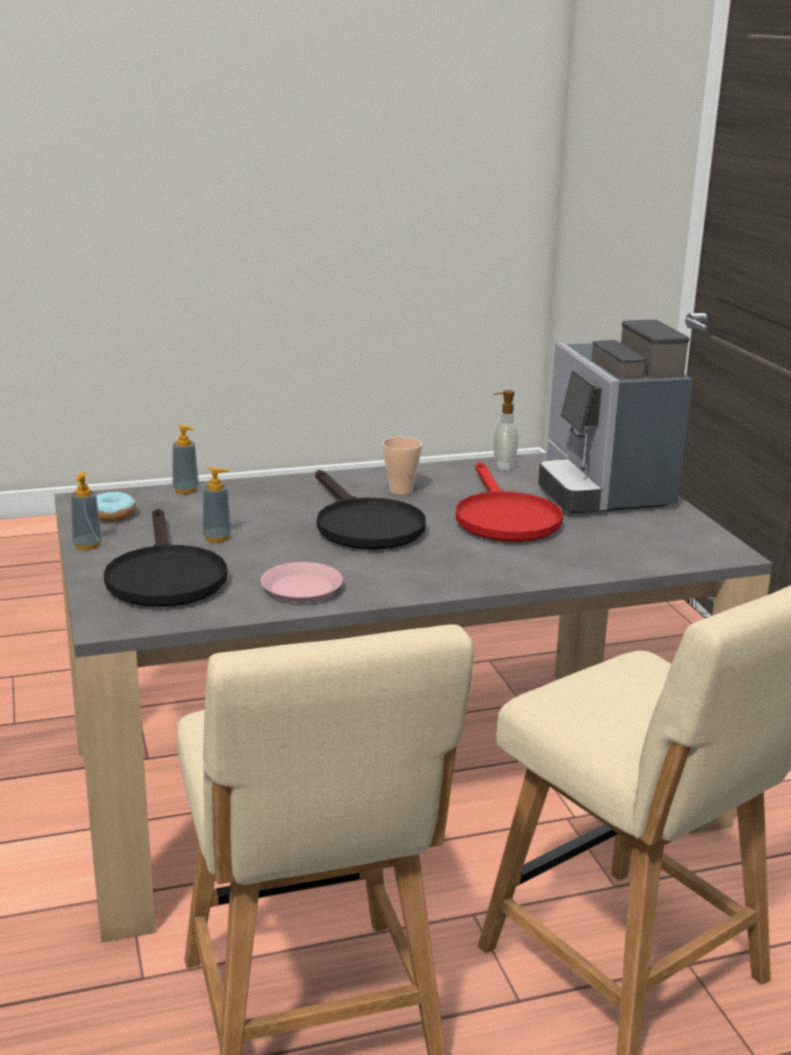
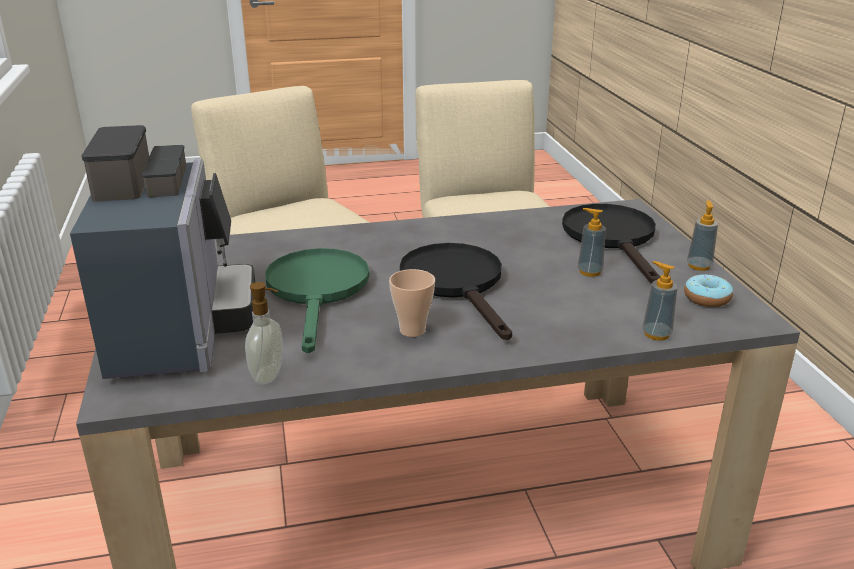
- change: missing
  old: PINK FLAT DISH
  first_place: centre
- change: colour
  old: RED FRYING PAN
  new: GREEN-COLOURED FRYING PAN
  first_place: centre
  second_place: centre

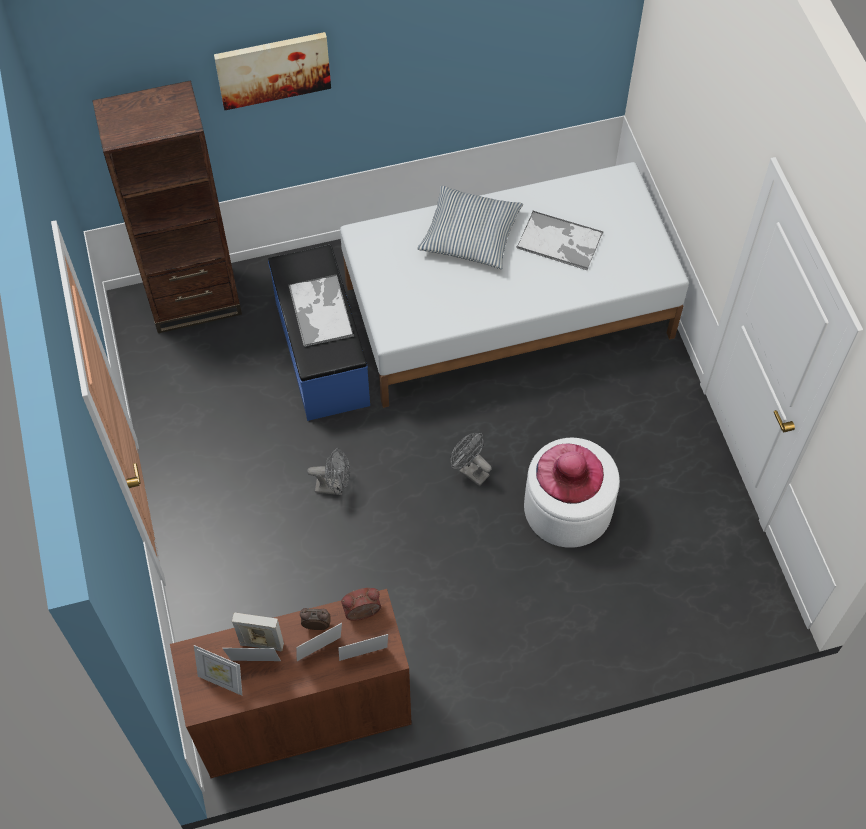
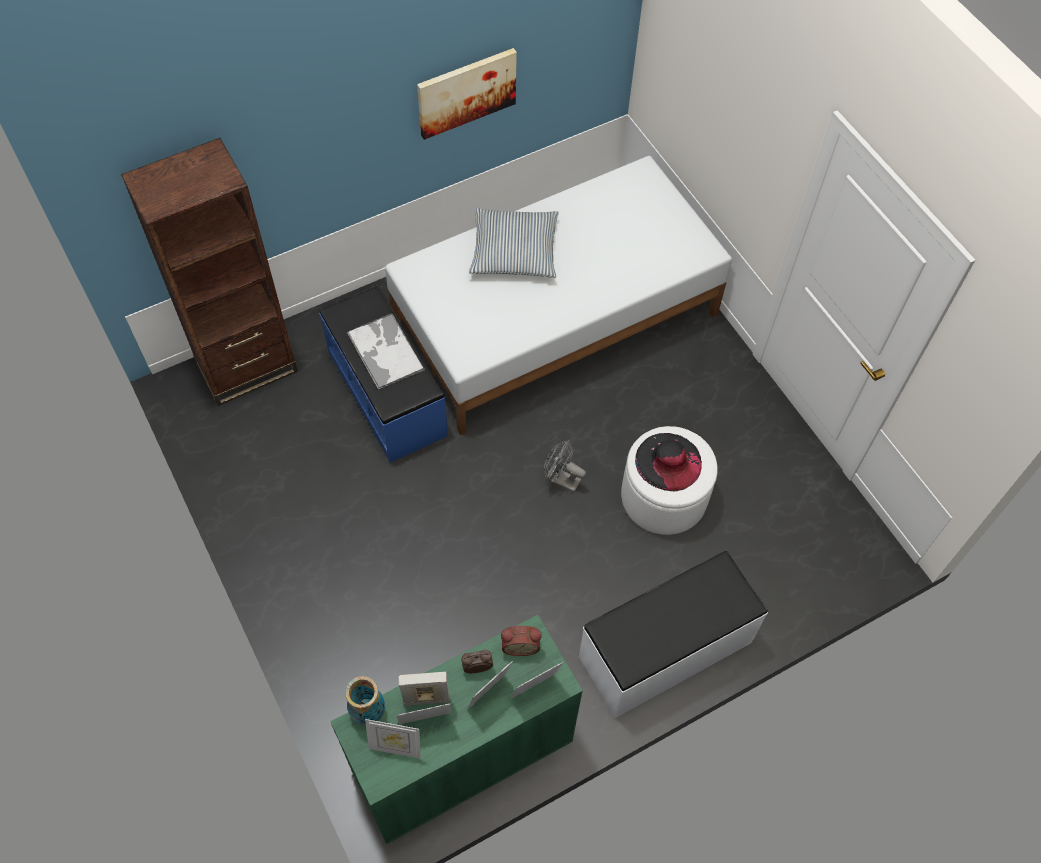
- change: missing
  old: GREYISH FAN (no. 1 from left)
  first_place: centre
- change: missing
  old: TRAY (no. 2 from left)
  first_place: top centre
- change: appeared
  new: VASE
  second_place: bottom centre
- change: appeared
  new: WHITE INDOOR BENCH
  second_place: bottom centre
- change: relocated
  old: WALL PICTURE
  first_place: top left
  second_place: top centre
- change: colour
  old: BROWNISH CUPBOARD
  new: GREEN-COLOURED CUPBOARD
  first_place: bottom centre
  second_place: bottom centre
- change: colour
  old: PINK WEARABLE HAT
  new: BLACK-COLOURED WEARABLE HAT
  first_place: centre
  second_place: centre
- change: spun
  old: ALARM CLOCK (no. 2 from left)
  first_place: bottom centre
  second_place: bottom centre
  degrees: -150

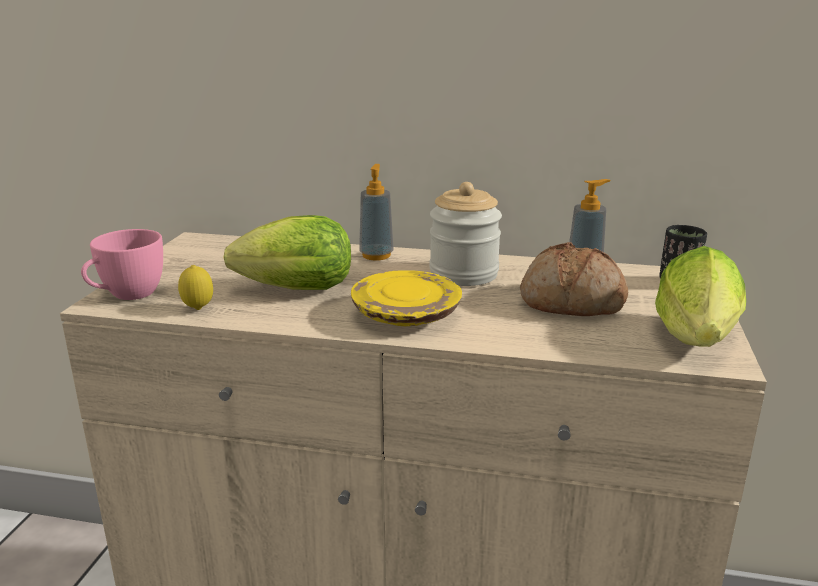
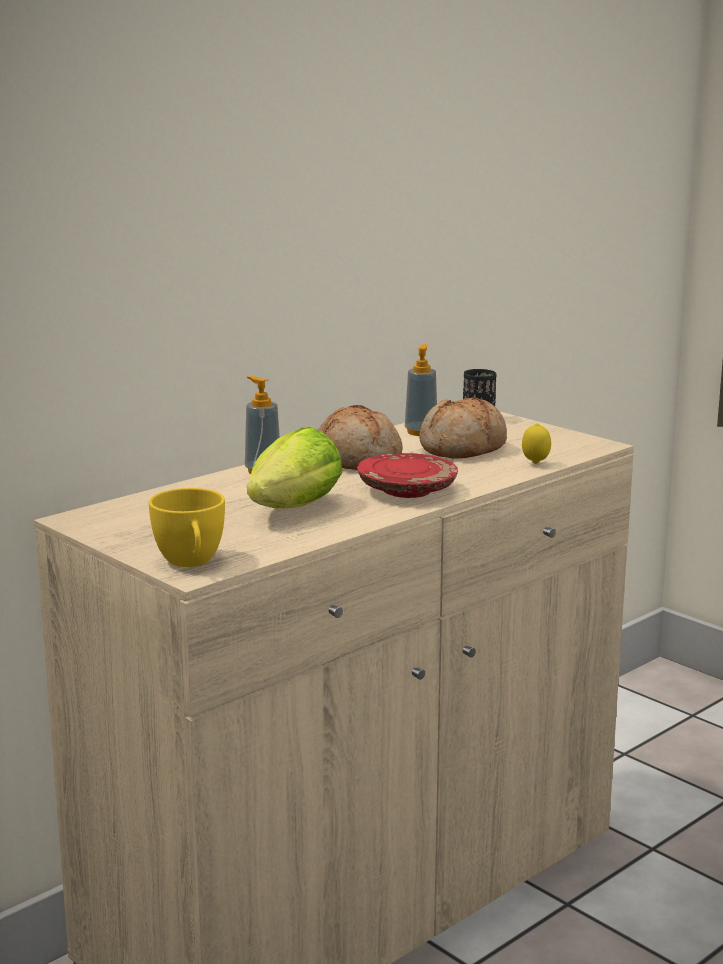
- change: missing
  old: LETTUCE HEAD (no. 2 from left)
  first_place: middle right
- change: relocated
  old: CITRUS FRUIT
  first_place: middle left
  second_place: middle right
- change: exchanged
  old: STORAGE JAR
  new: BREAD (no. 1 from left)
  first_place: centre
  second_place: centre
- change: colour
  old: PINK DRINKING CUP
  new: YELLOW-COLOURED DRINKING CUP
  first_place: middle left
  second_place: middle left
- change: colour
  old: YELLOW-COLOURED FLAT DISH
  new: RED FLAT DISH
  first_place: centre
  second_place: centre

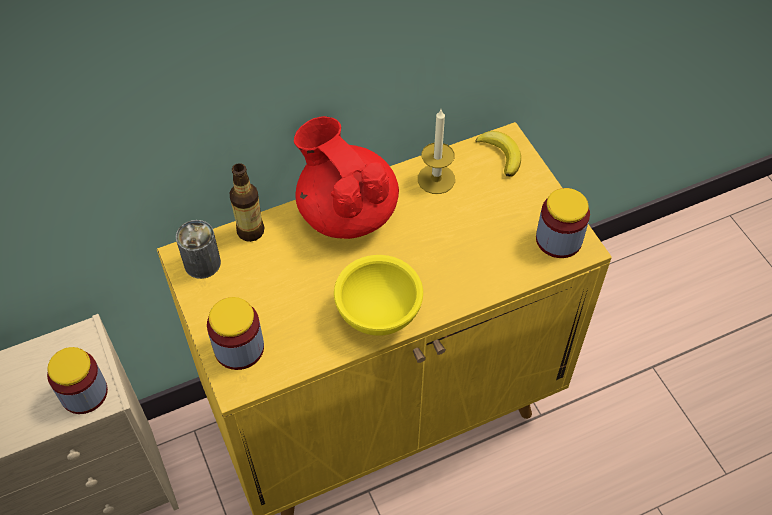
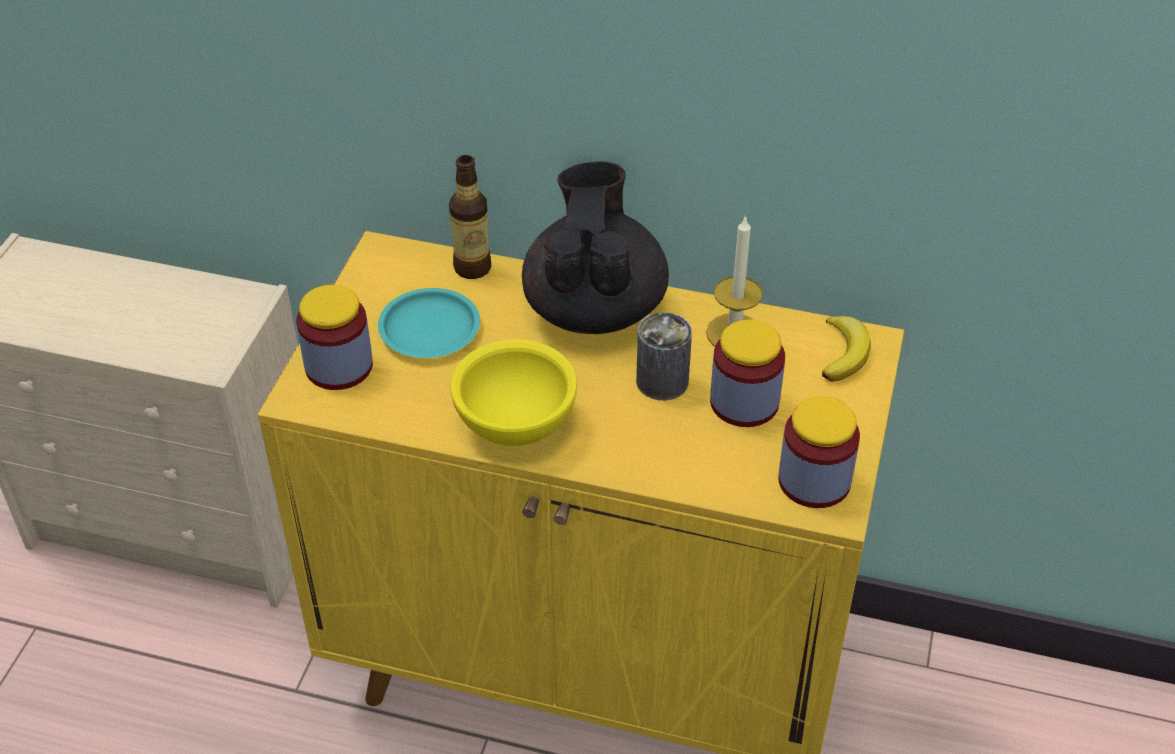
- change: appeared
  new: TURQUOISE FLAT DISH
  second_place: centre
- change: relocated
  old: STORAGE JAR (no. 1 from left in the first image)
  new: STORAGE JAR (no. 2 from left)
  first_place: bottom left
  second_place: centre
- change: relocated
  old: CAN
  first_place: middle left
  second_place: centre
- change: colour
  old: RED TEA POT
  new: BLACK-COLOURED TEA POT
  first_place: centre
  second_place: top centre

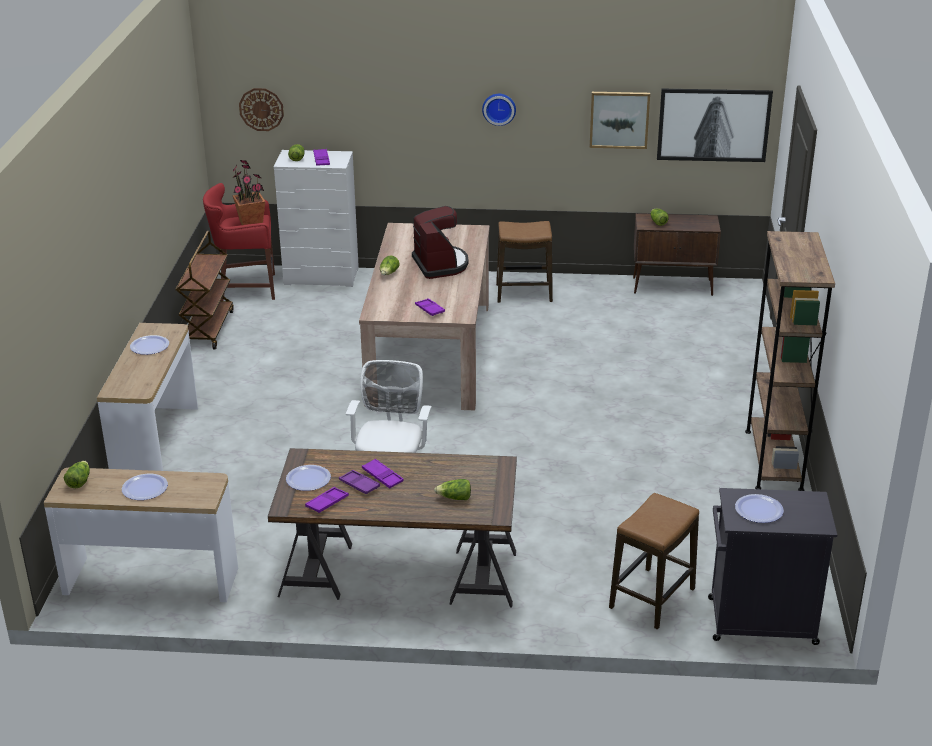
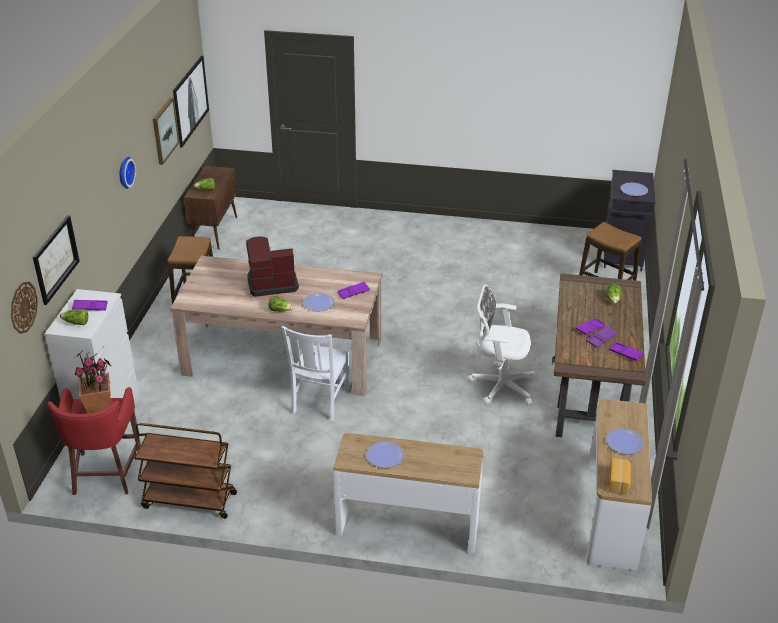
- change: missing
  old: BROWNISH BOOKSHELF
  first_place: middle right
- change: appeared
  new: WALL PICTURE (no. 1 from left)
  second_place: middle left
- change: appeared
  new: WHITE UPRIGHT CHAIR
  second_place: centre
- change: relocated
  old: FLAT DISH (no. 3 from left in the first image)
  new: FLAT DISH (no. 1 from left)
  first_place: middle left
  second_place: centre
- change: exchanged
  old: LETTUCE HEAD (no. 1 from left)
  new: BREAD
  first_place: middle left
  second_place: bottom right

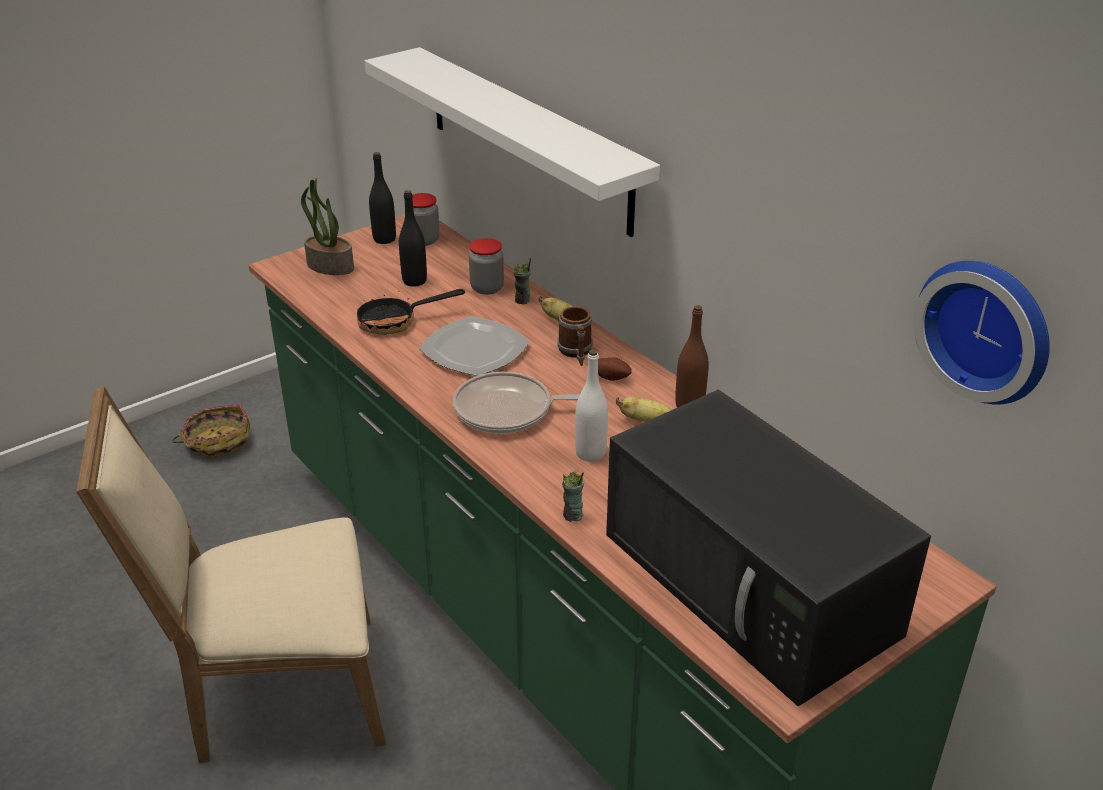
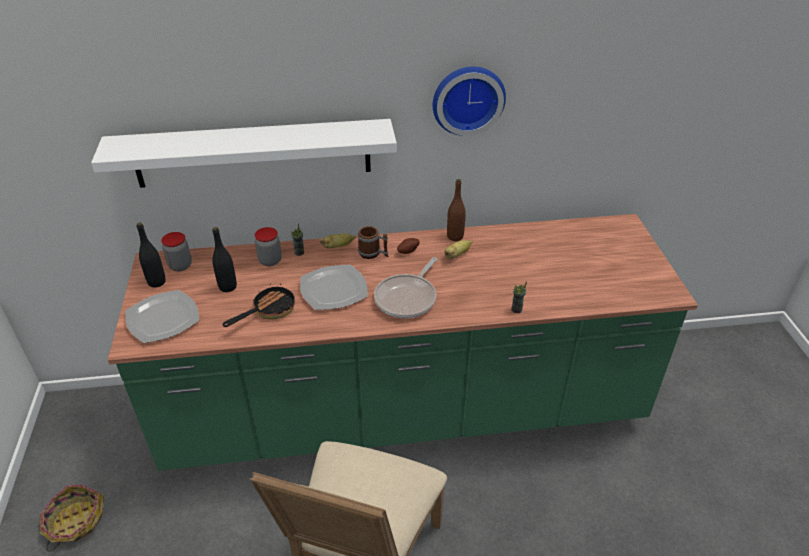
- change: missing
  old: WHITE BOTTLE
  first_place: centre
- change: missing
  old: BLACK-COLOURED MICROWAVE OVEN
  first_place: bottom right
- change: relocated
  old: WALL CLOCK
  first_place: middle right
  second_place: top centre
- change: exchanged
  old: POTTED PLANT
  new: FLAT DISH (no. 1 from left)
  first_place: top left
  second_place: middle left
- change: spun
  old: FRYING PAN (no. 1 from left)
  first_place: centre
  second_place: middle left
  degrees: -150

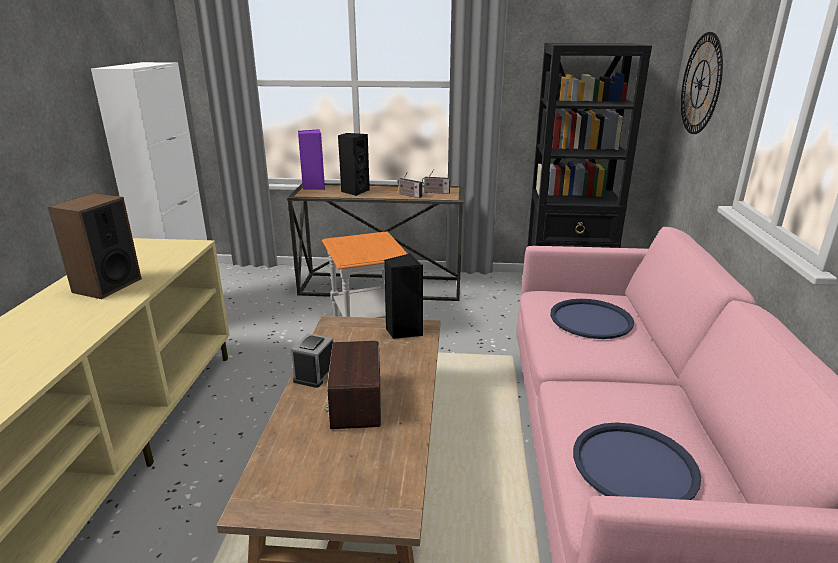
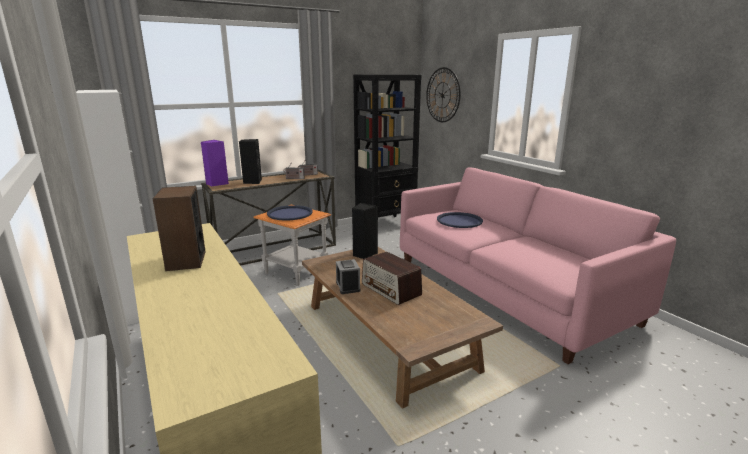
- change: relocated
  old: BLUE-COLOURED TRAY (no. 2 from left in the first image)
  new: BLUE-COLOURED TRAY (no. 1 from left)
  first_place: bottom right
  second_place: centre

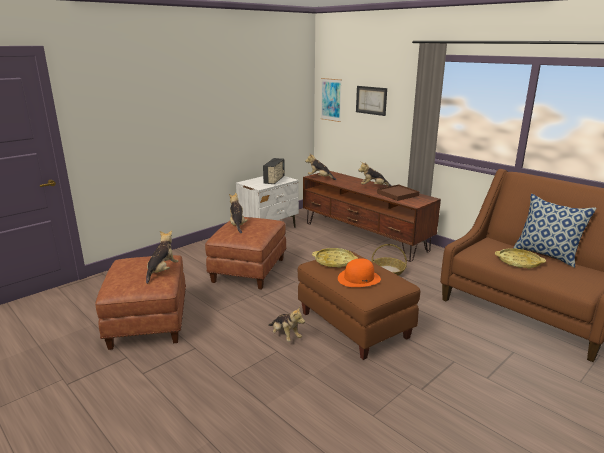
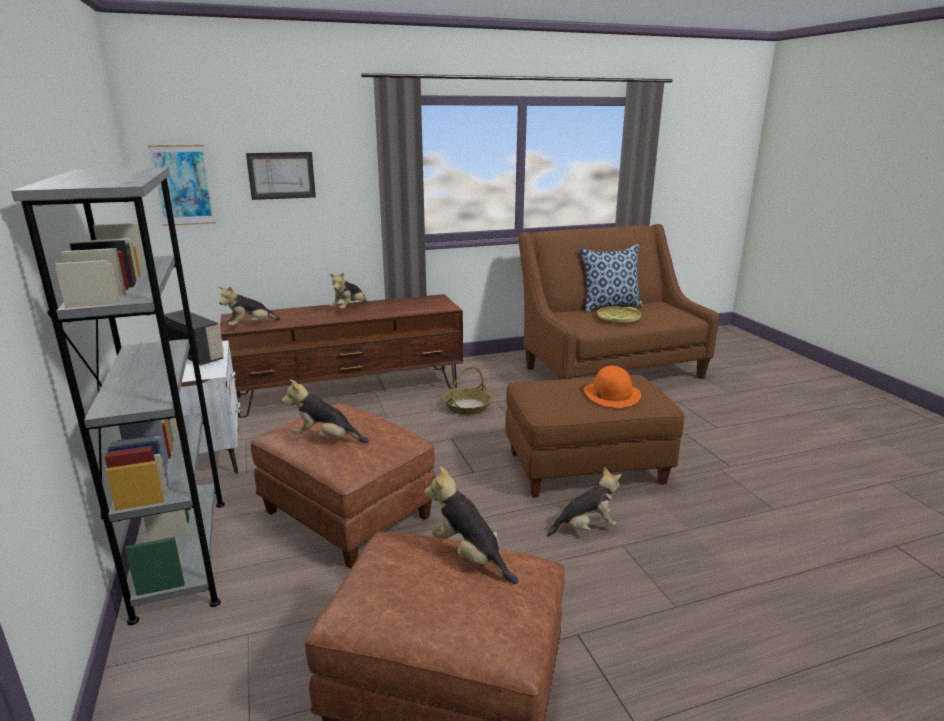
- change: missing
  old: YELLOW-COLOURED TRAY (no. 1 from left)
  first_place: centre
- change: missing
  old: BROWNISH TRAY
  first_place: centre
- change: appeared
  new: GREYISH BOOKSHELF
  second_place: middle left

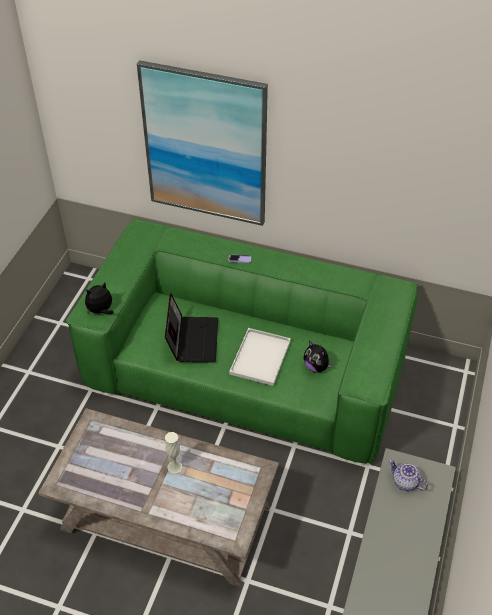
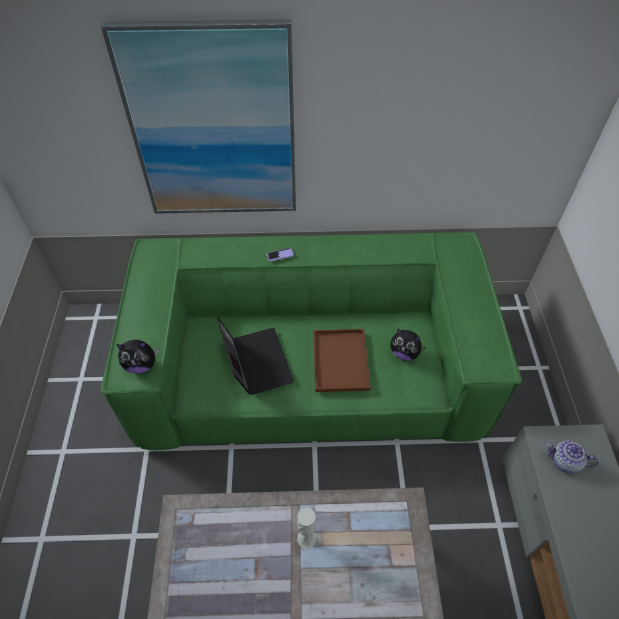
- change: colour
  old: WHITE TRAY
  new: BROWNISH TRAY
  first_place: centre
  second_place: centre
- change: spun
  old: PLUSH TOY (no. 1 from left)
  first_place: middle left
  second_place: middle left
  degrees: -135

